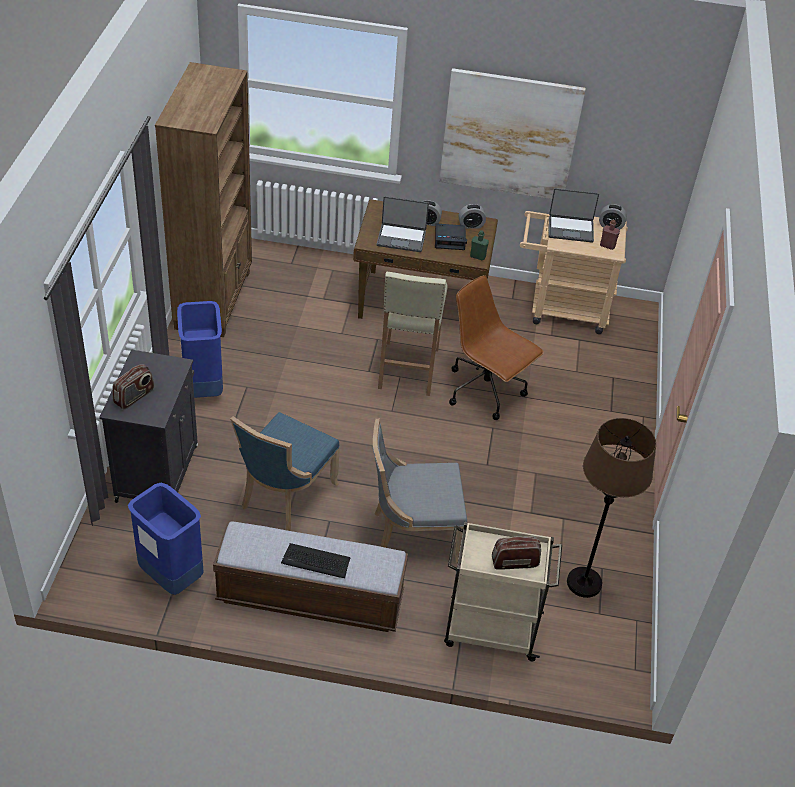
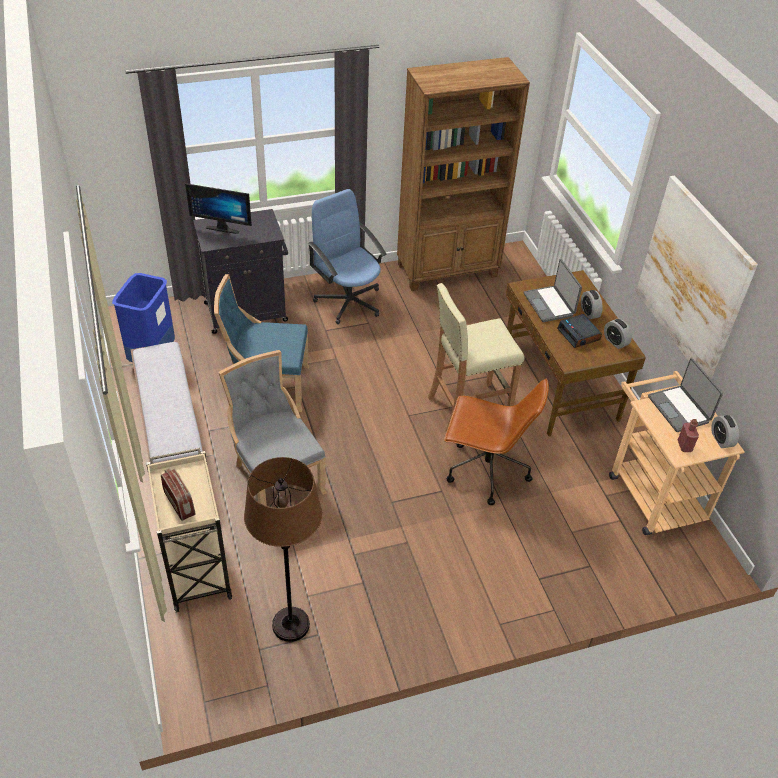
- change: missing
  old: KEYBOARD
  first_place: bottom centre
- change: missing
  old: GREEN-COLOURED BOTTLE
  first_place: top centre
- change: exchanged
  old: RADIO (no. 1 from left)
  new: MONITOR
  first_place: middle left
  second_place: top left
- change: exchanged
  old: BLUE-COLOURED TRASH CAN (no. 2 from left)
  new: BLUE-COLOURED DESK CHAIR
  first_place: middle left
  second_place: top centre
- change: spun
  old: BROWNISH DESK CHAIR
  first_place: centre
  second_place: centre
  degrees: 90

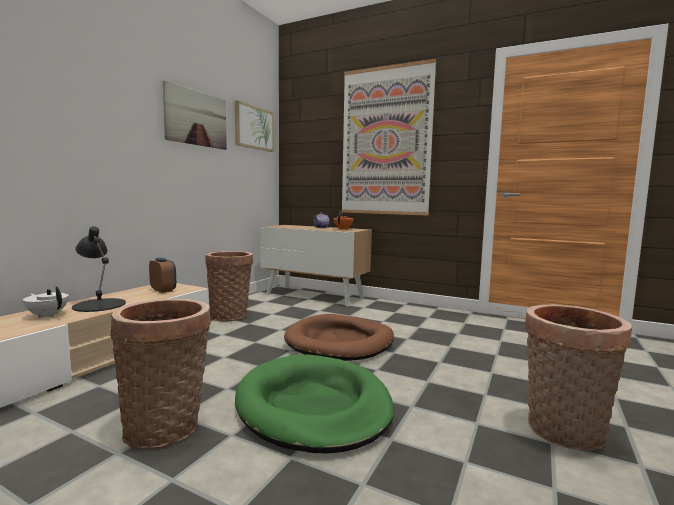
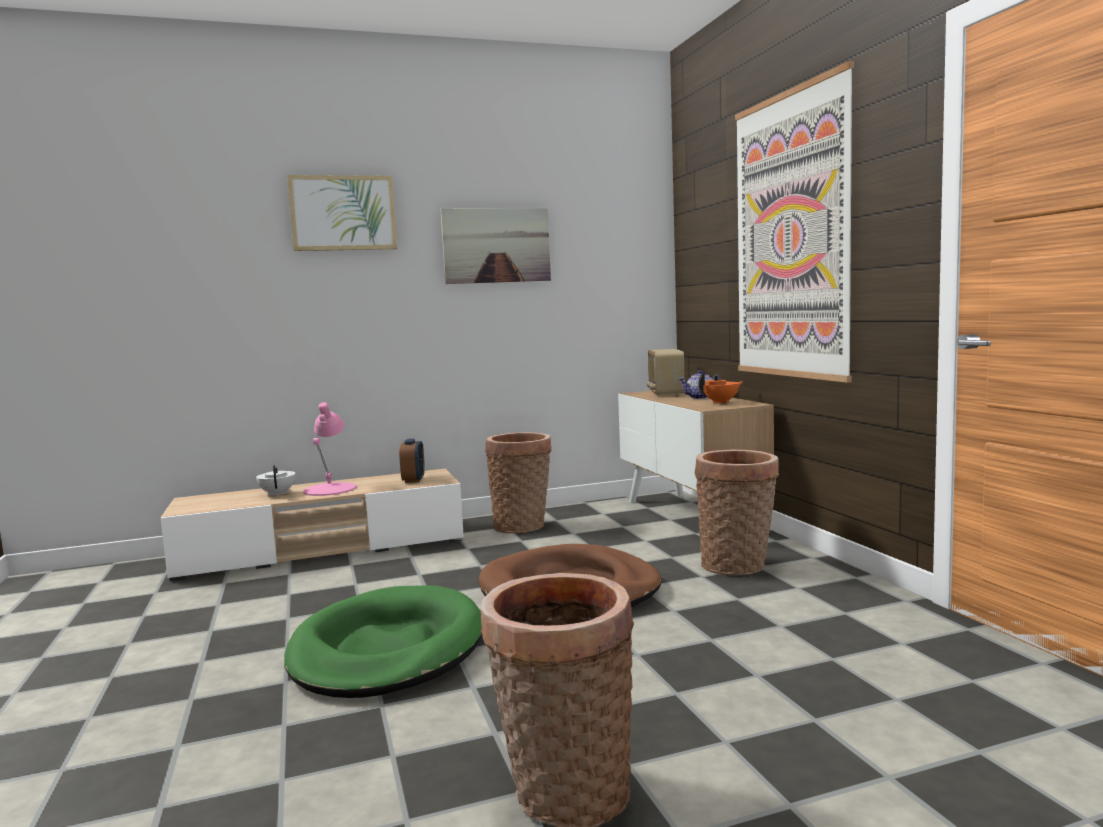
- change: appeared
  new: RADIO
  second_place: centre
- change: relocated
  old: STORAGE BASKET (no. 1 from left in the first image)
  new: STORAGE BASKET (no. 3 from left)
  first_place: bottom left
  second_place: middle right
- change: relocated
  old: WALL PICTURE (no. 2 from left in the first image)
  new: WALL PICTURE (no. 1 from left)
  first_place: top centre
  second_place: top left
- change: colour
  old: BLACK-COLOURED TABLETOP LAMP
  new: PINK TABLETOP LAMP
  first_place: middle left
  second_place: middle left

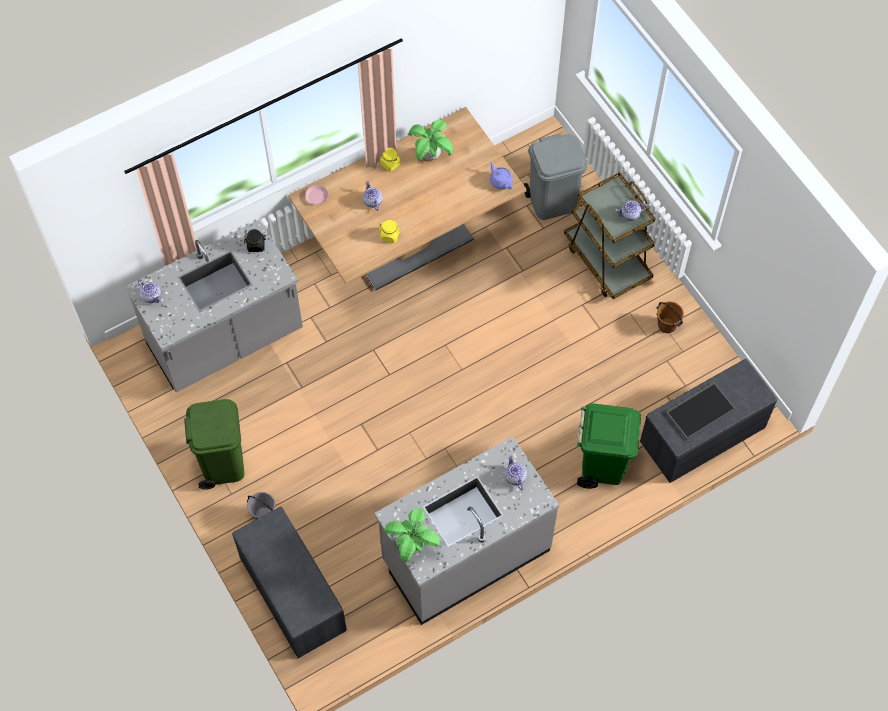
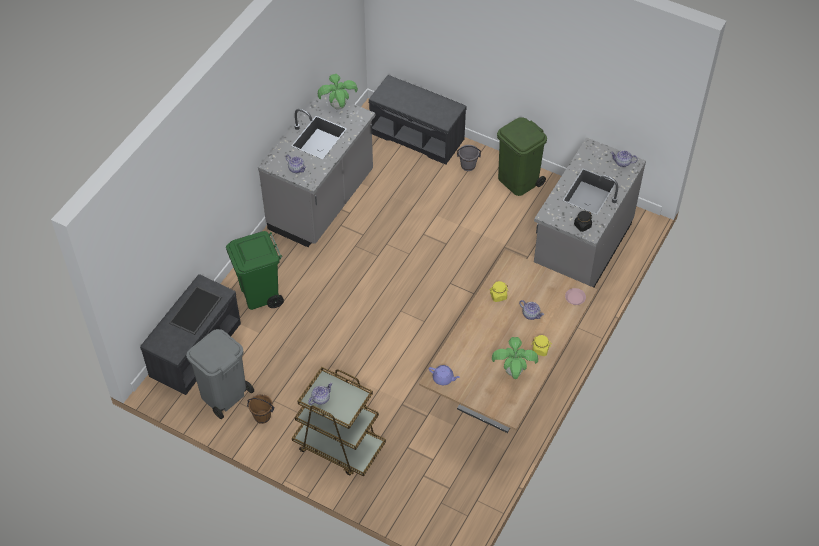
- change: relocated
  old: GREYISH TRASH CAN
  first_place: top centre
  second_place: bottom left

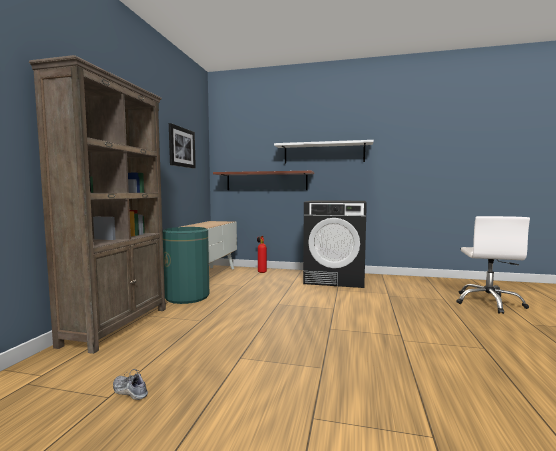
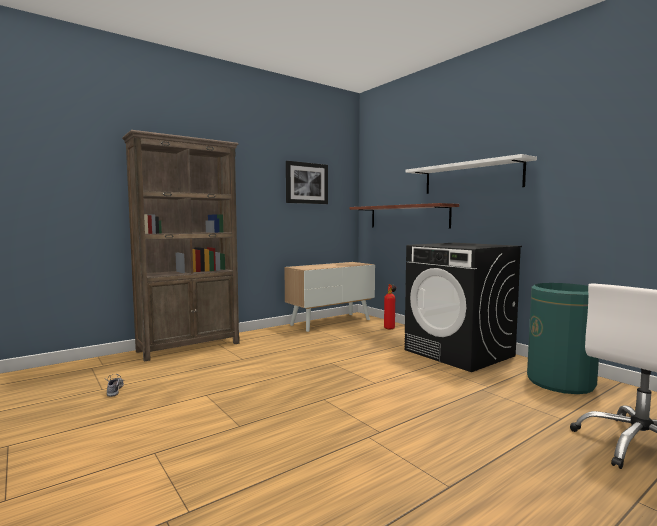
- change: relocated
  old: GREEN-COLOURED TRASH CAN
  first_place: centre
  second_place: middle right

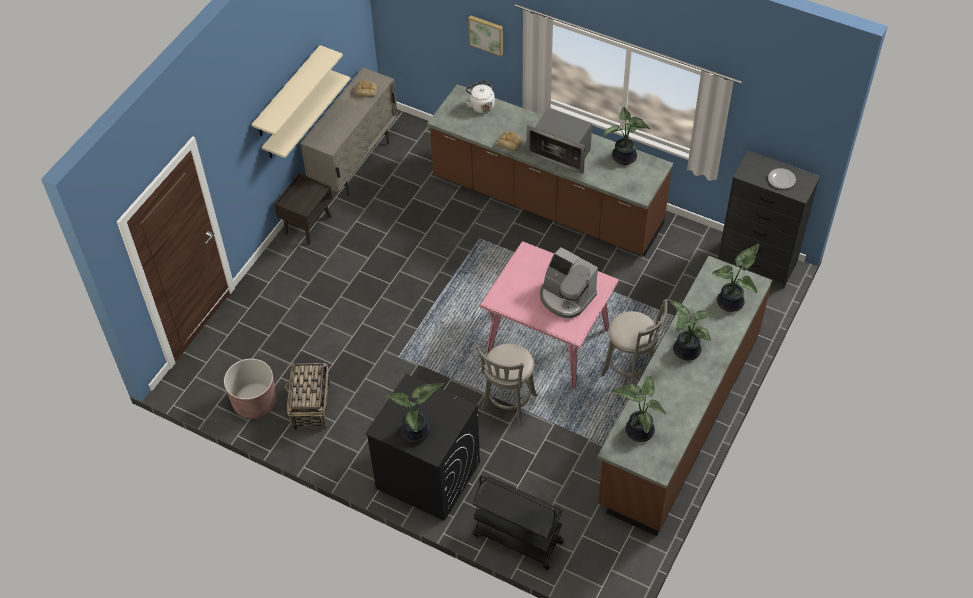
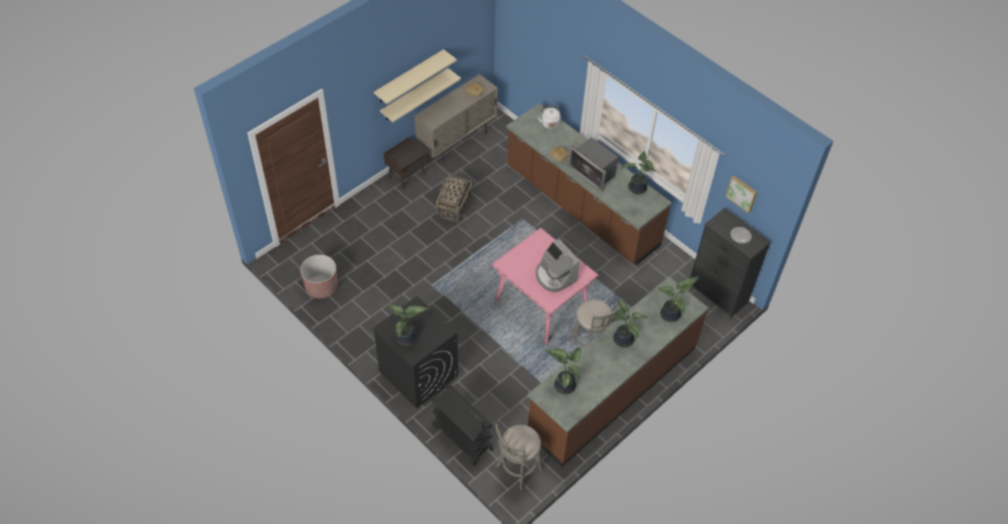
- change: relocated
  old: STORAGE BASKET
  first_place: middle left
  second_place: centre
- change: relocated
  old: WALL PICTURE
  first_place: top centre
  second_place: middle right
- change: relocated
  old: GREYISH SITTING STOOL (no. 1 from left)
  first_place: centre
  second_place: bottom centre

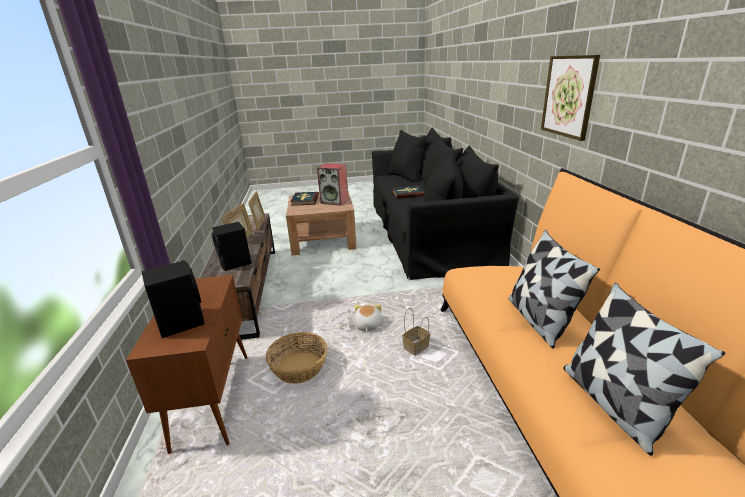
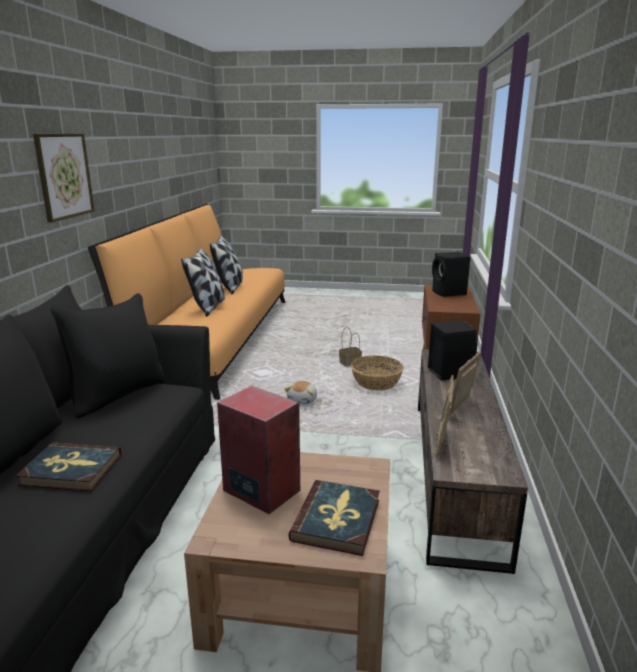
- change: relocated
  old: STORAGE BASKET (no. 2 from left in the first image)
  new: STORAGE BASKET (no. 1 from left)
  first_place: bottom centre
  second_place: centre

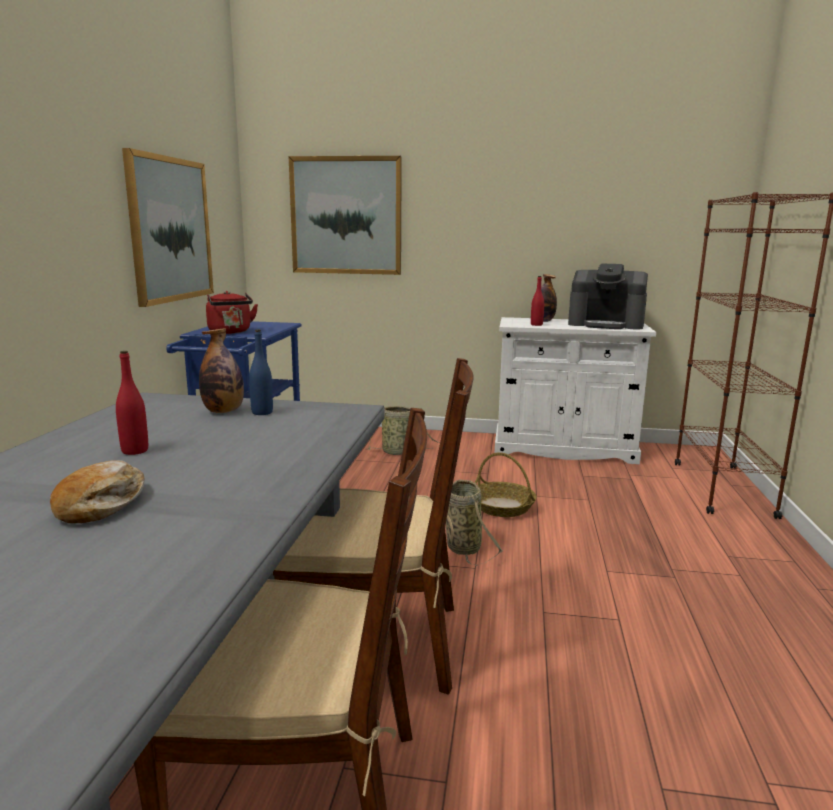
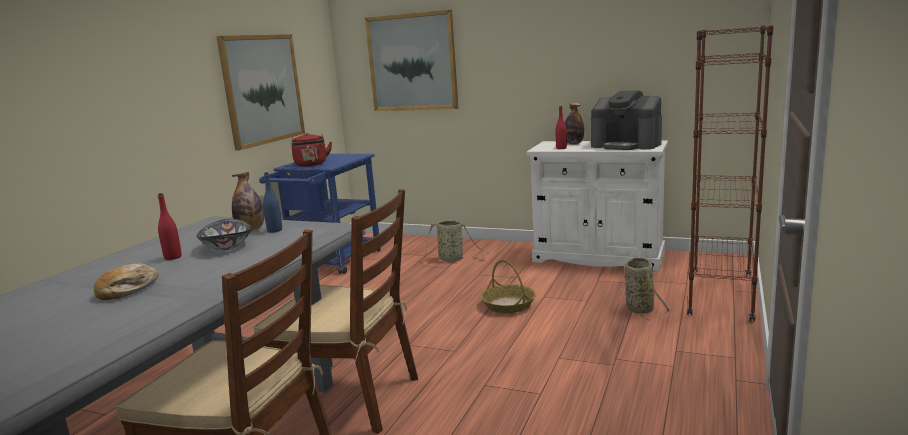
- change: appeared
  new: BOWL
  second_place: middle left
- change: relocated
  old: STORAGE BASKET (no. 2 from left in the first image)
  new: STORAGE BASKET (no. 3 from left)
  first_place: centre
  second_place: middle right

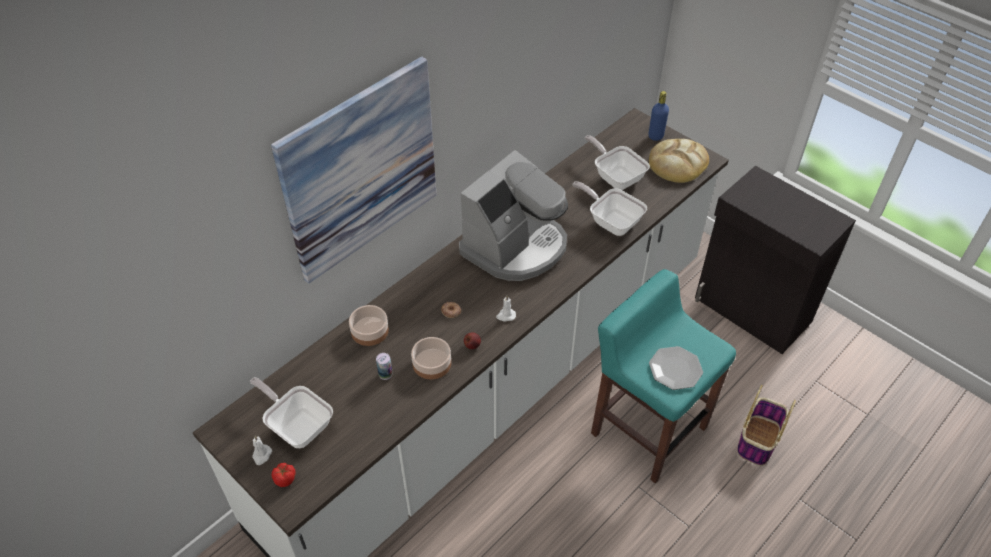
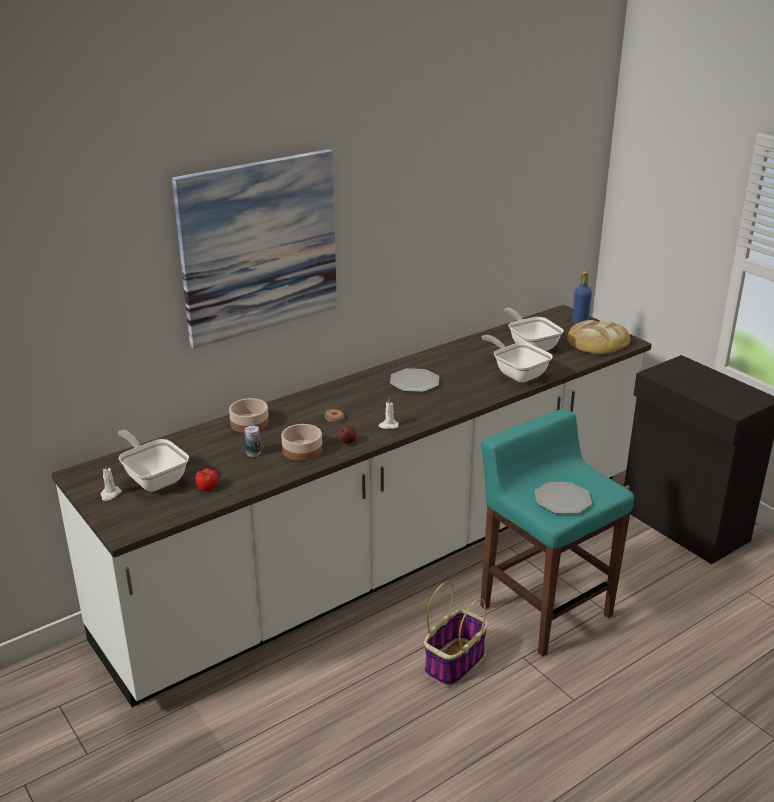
- change: relocated
  old: FRESH TOMATO
  first_place: bottom left
  second_place: middle left
- change: relocated
  old: STORAGE BASKET
  first_place: bottom right
  second_place: bottom centre
- change: exchanged
  old: COFFEE BREWER
  new: FLAT DISH (no. 1 from left)
  first_place: centre
  second_place: centre

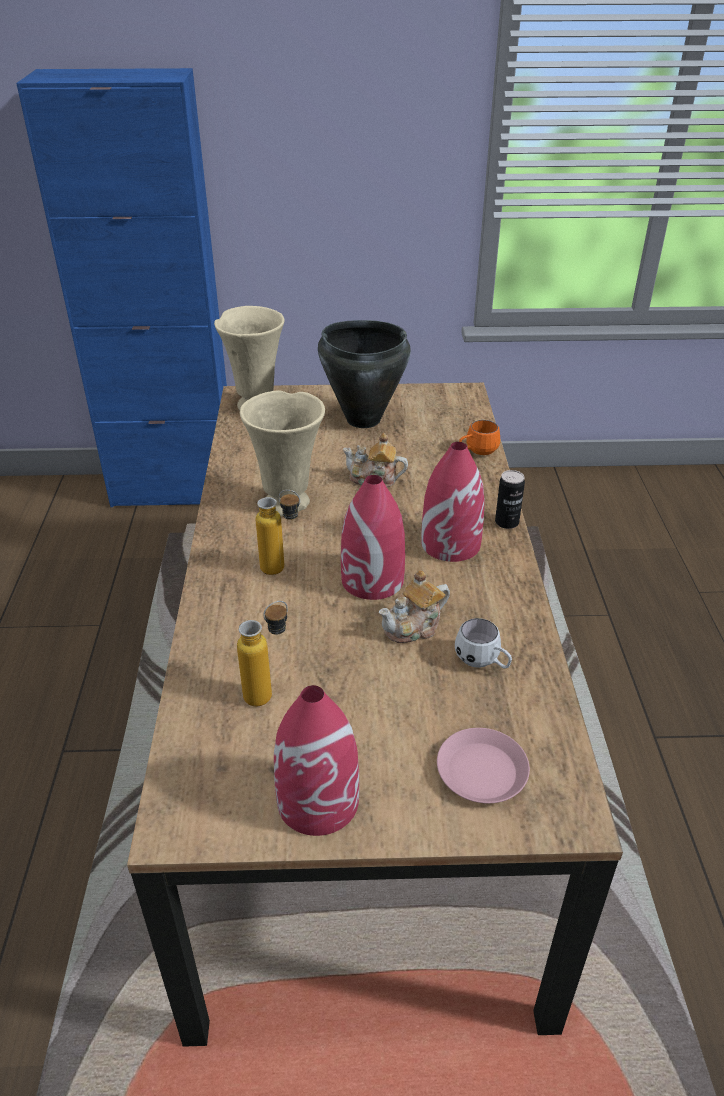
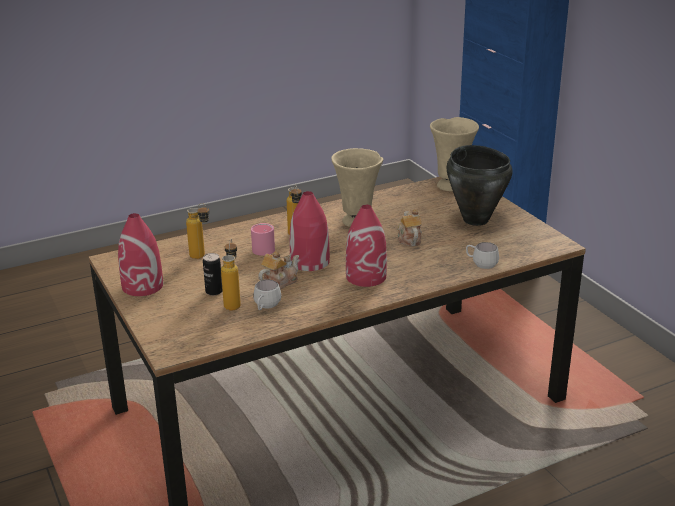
- change: missing
  old: PINK FLAT DISH
  first_place: bottom right
- change: appeared
  new: BOTTLE (no. 2 from left)
  second_place: centre
- change: appeared
  new: PINK MUG
  second_place: centre
- change: relocated
  old: CAN
  first_place: middle right
  second_place: middle left
- change: colour
  old: ORANGE MUG
  new: WHITE MUG (no. 2 from left)
  first_place: centre
  second_place: middle right
- change: spun
  old: TEA POT (no. 2 from left in the first image)
  first_place: centre
  second_place: centre
  degrees: 105

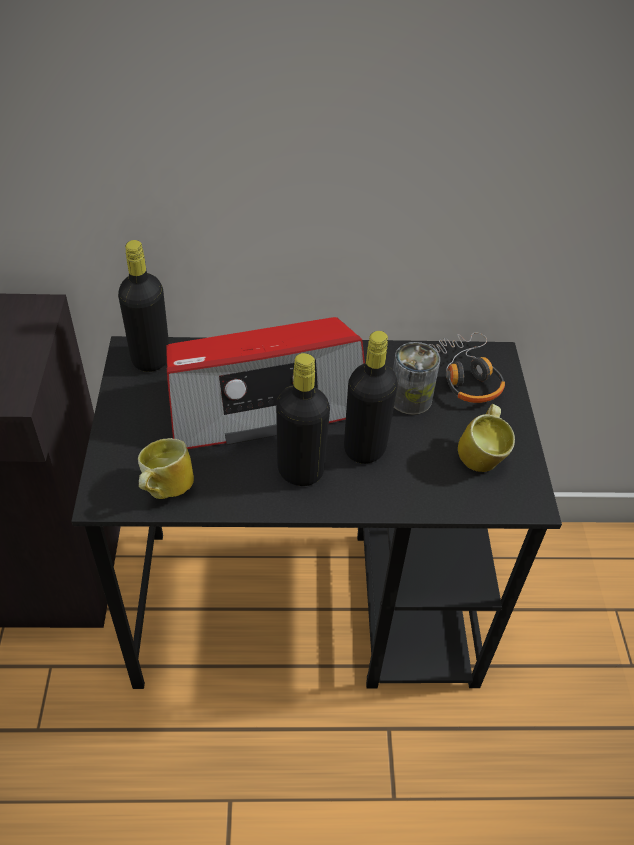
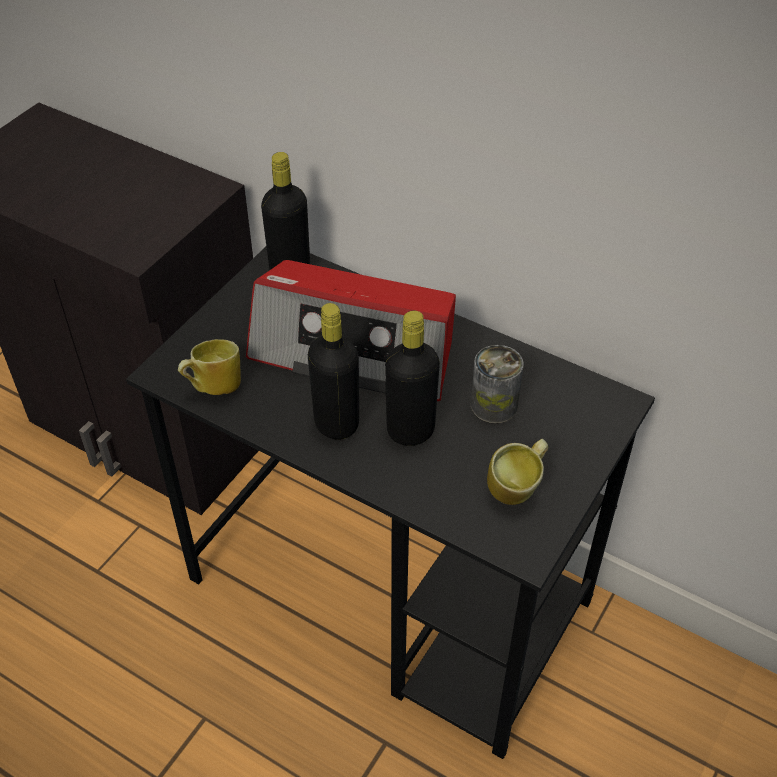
- change: missing
  old: HEADPHONES
  first_place: middle right

